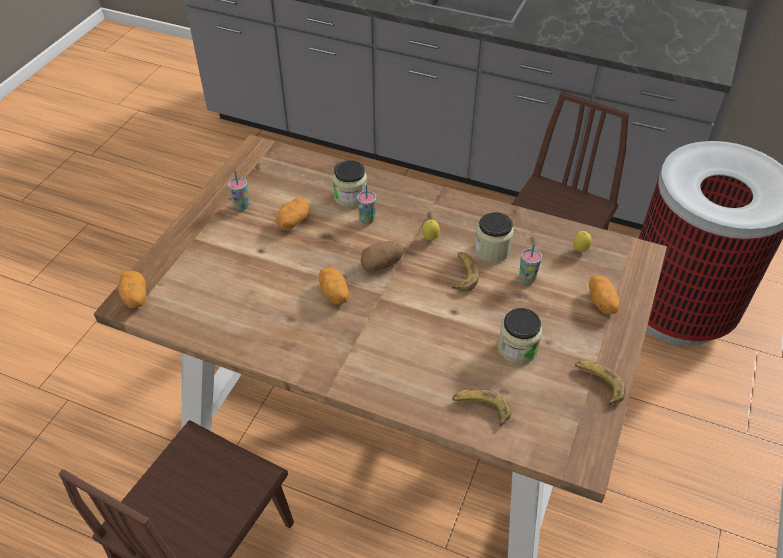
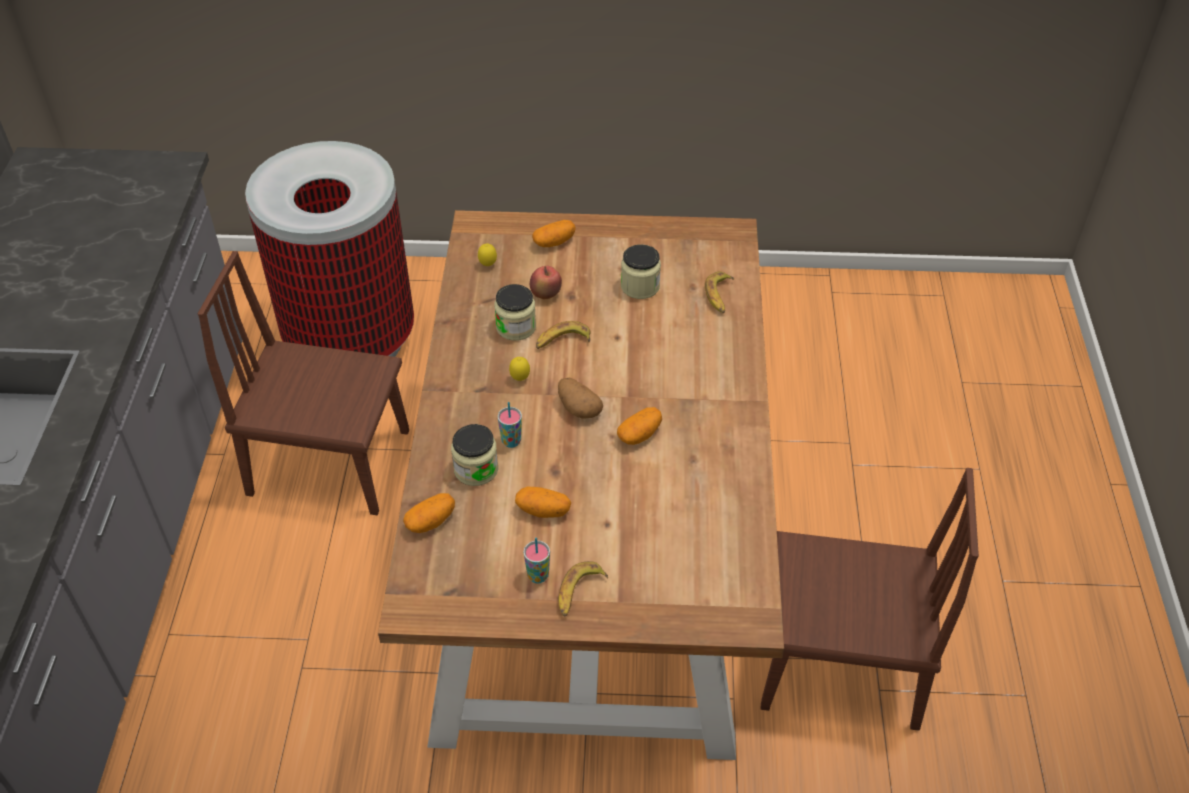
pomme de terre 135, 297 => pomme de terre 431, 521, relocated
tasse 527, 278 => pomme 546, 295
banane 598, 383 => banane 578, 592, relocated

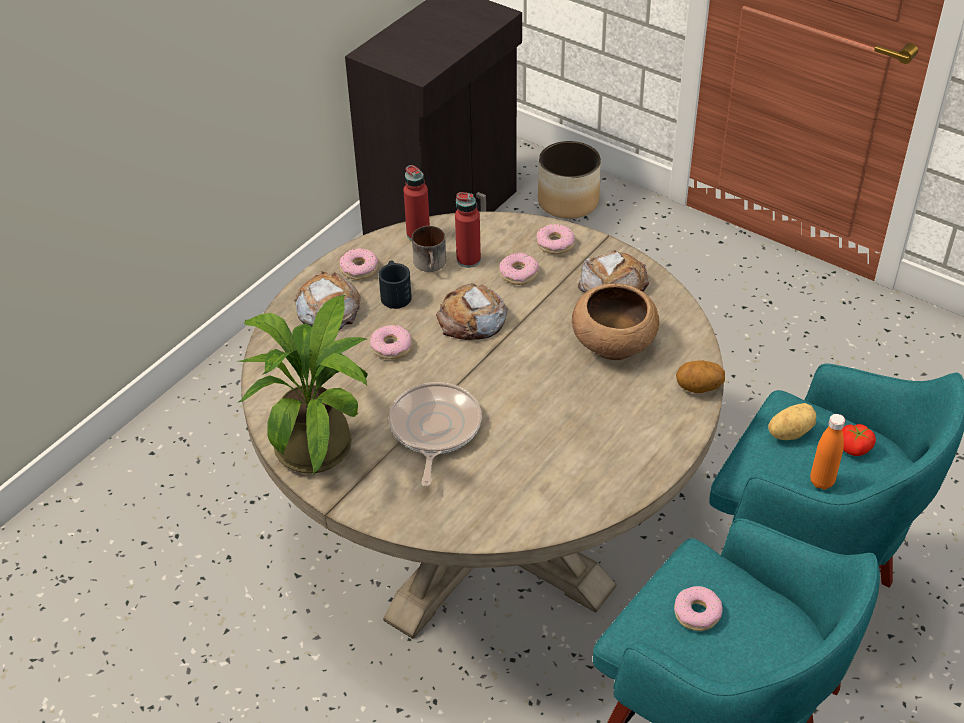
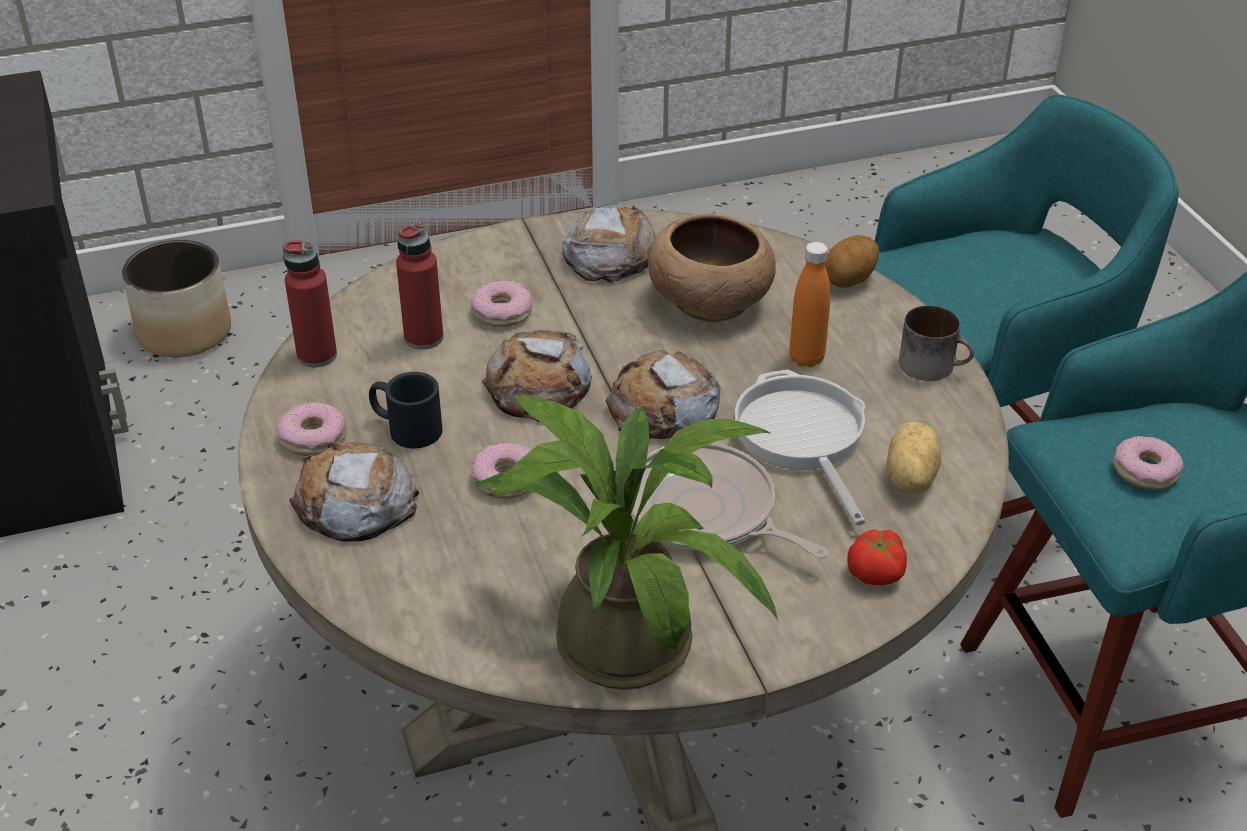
nothing => pain 664, 407
nothing => poêle 801, 437
bouteille/orange 821, 481 => bouteille/orange 806, 358, relocated
tomate 854, 448 => tomate 876, 572, relocated
pomme de terre 789, 432 => pomme de terre 908, 478, relocated
mug 431, 264 => mug 934, 365, relocated
beignet 555, 244 => nothing

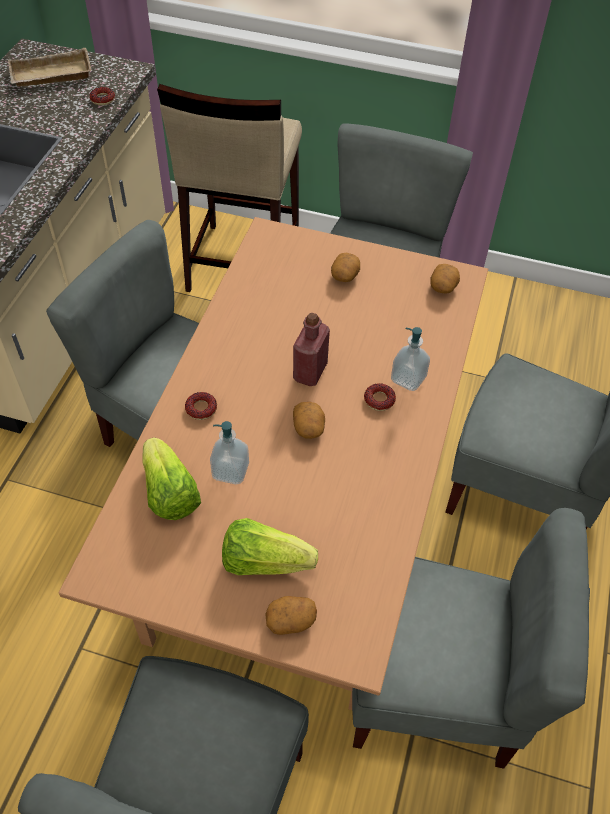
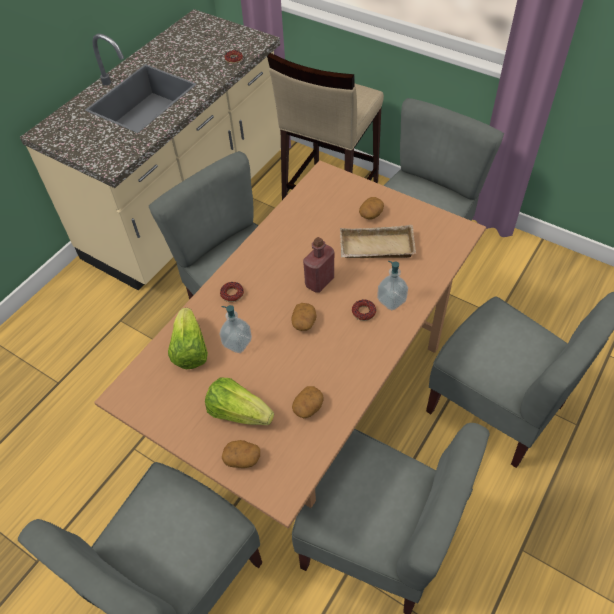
pomme de terre 443, 286 => pomme de terre 308, 407, relocated
plateau/beige 50, 76 => plateau/beige 375, 249, relocated

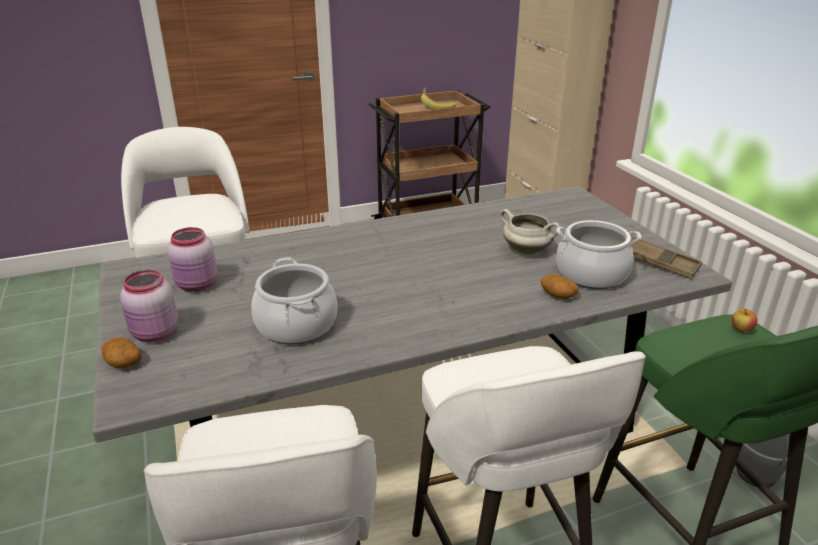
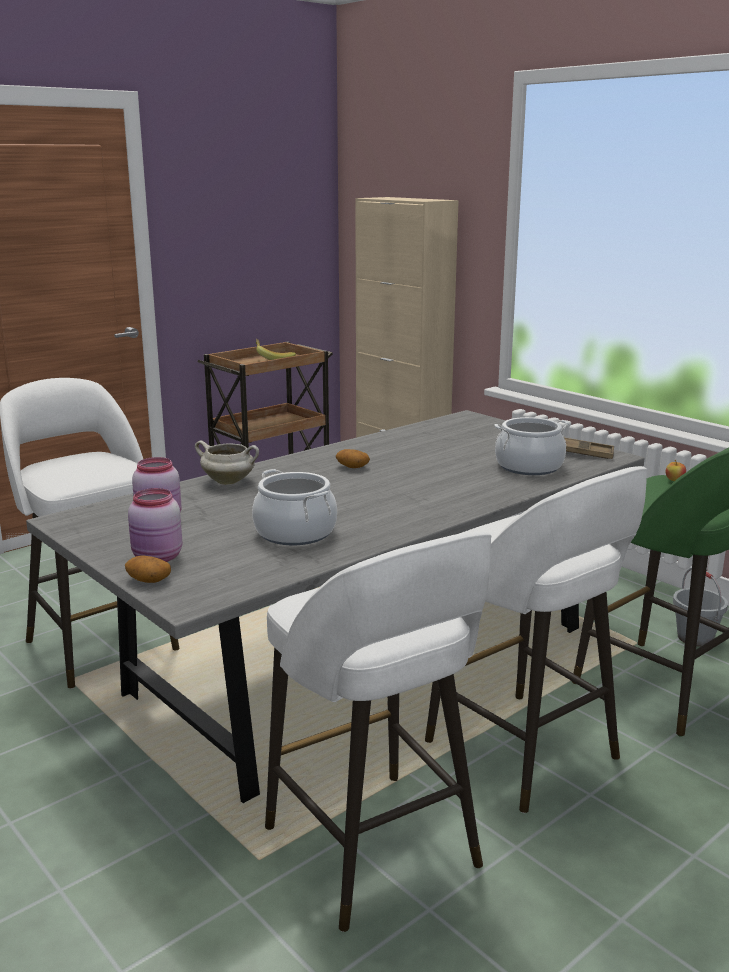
marmite/blanc 527, 250 => marmite/blanc 229, 481, relocated
pomme de terre 557, 295 => pomme de terre 352, 467, relocated

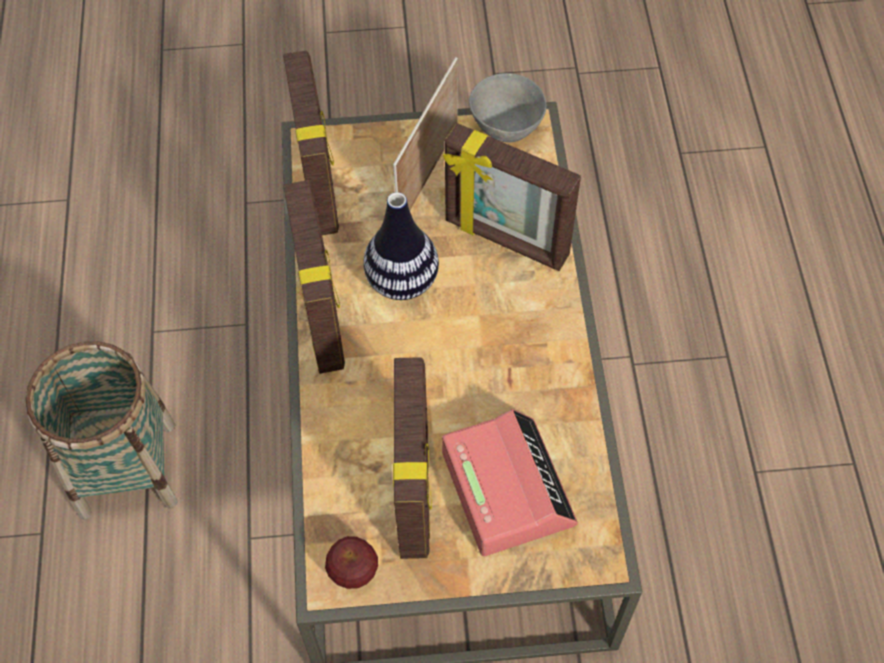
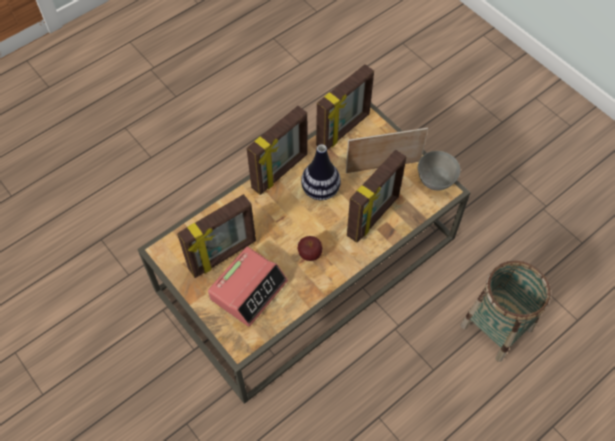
pomme 353, 571 => pomme 309, 254, relocated
cadre photo 505, 240 => cadre photo 374, 217, 135 degrees counterclockwise
panier 128, 469 => panier 496, 327, relocated

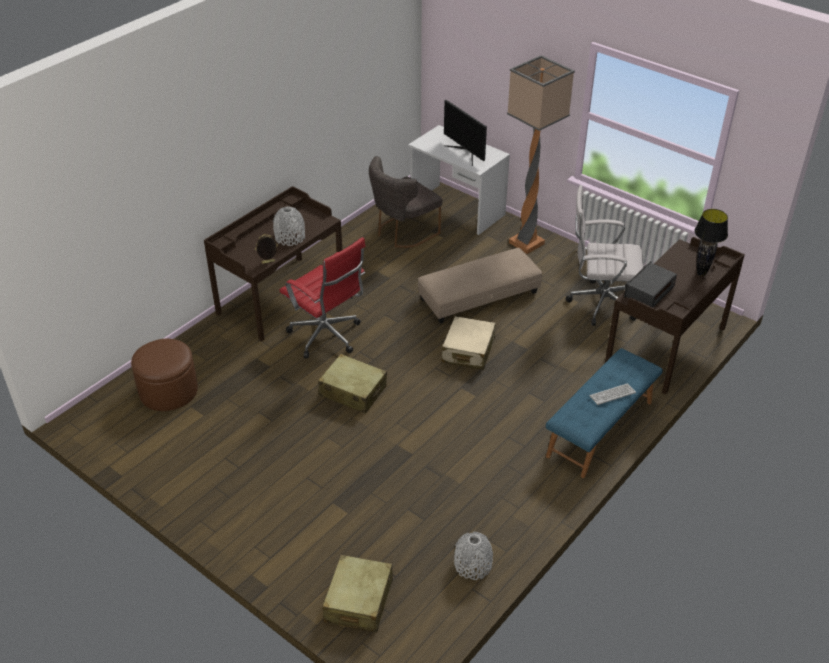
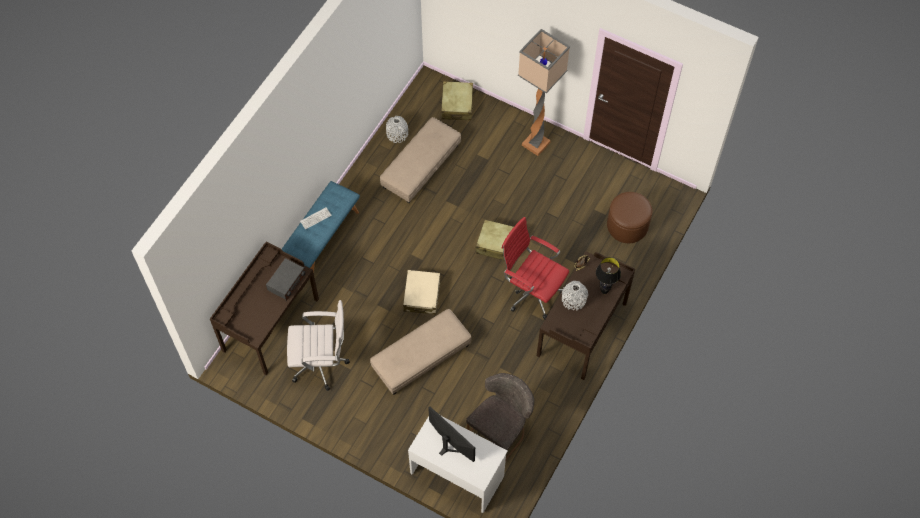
nothing => pouf/beige 421, 166
lampadaire 526, 244 => lampadaire 535, 143, relocated
lampe de table/noir 701, 273 => lampe de table/noir 604, 291, relocated

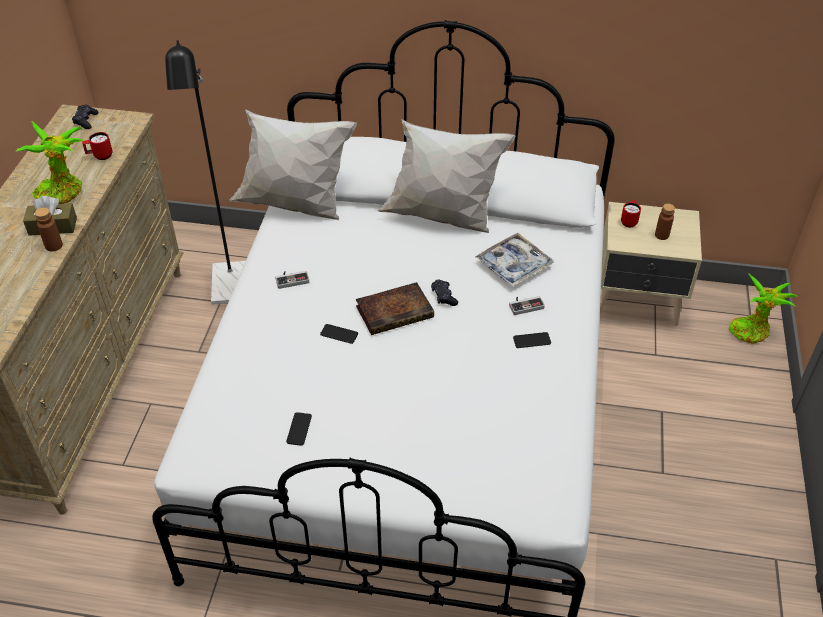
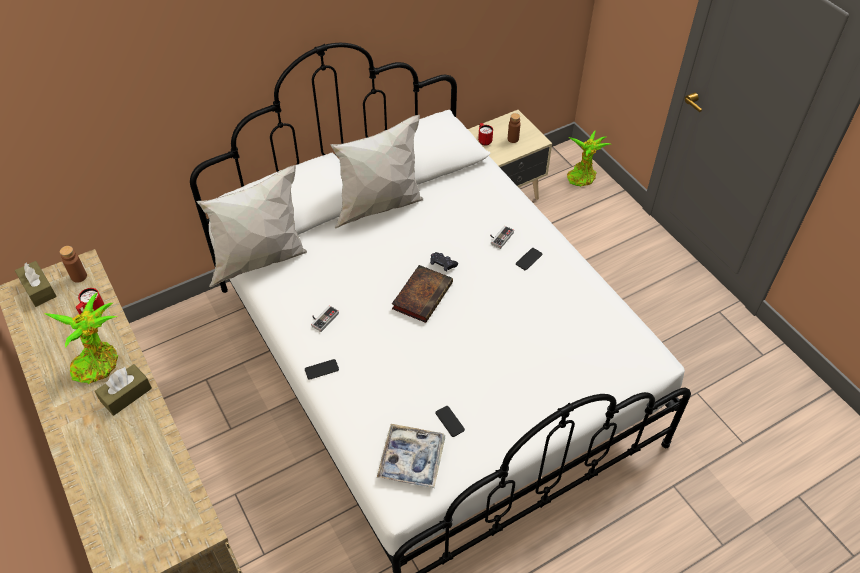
manette/noir 86, 121 => boîte à mouchoirs/marron 38, 289
bouteille/marron 54, 245 => bouteille/marron 79, 276, relocated
téléphone 339, 334 => téléphone 321, 369, relocated
plateau 514, 265 => plateau 412, 459, relocated
lampadaire/noir 230, 292 => nothing

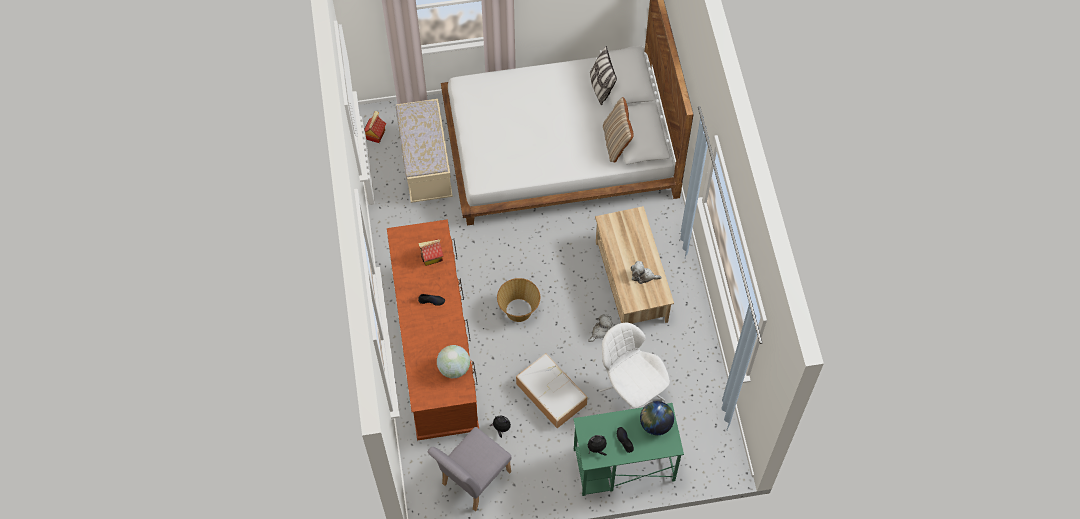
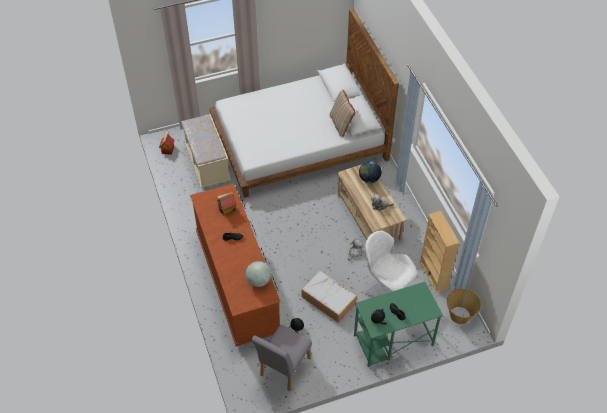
globe 655, 424 => globe 369, 179, relocated
nothing => bibliothèque/beige 433, 275
panier 519, 310 => panier 460, 315, relocated
coussin 601, 87 => nothing

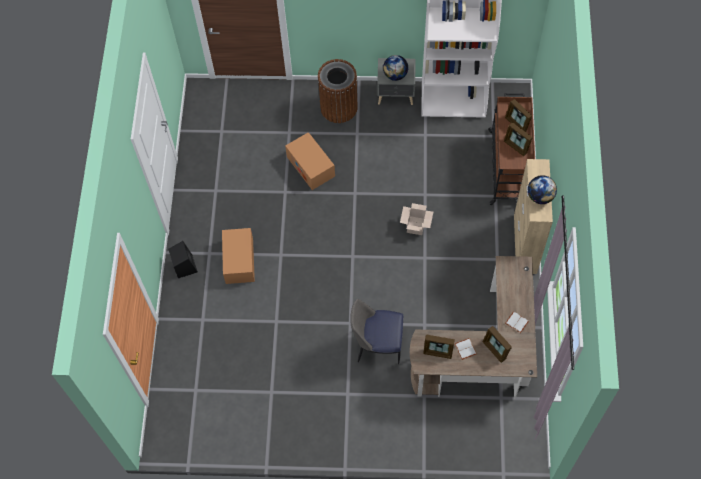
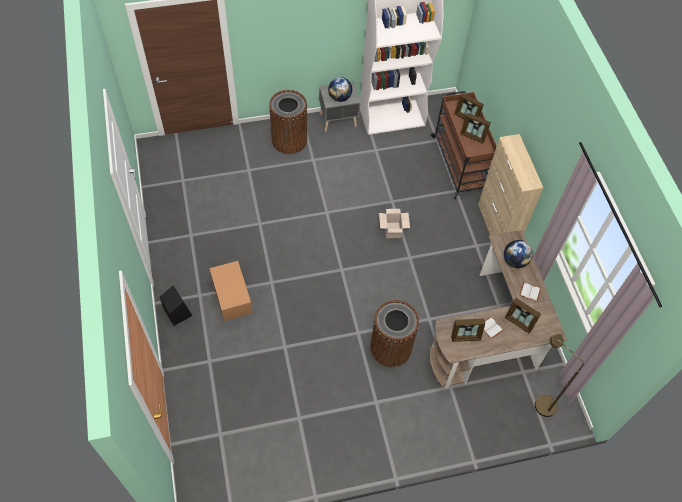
chaise 377, 344 => poubelle/marron 390, 347
globe 540, 197 => globe 515, 261, relocated
nothing => lampadaire/marron 540, 402
carton 310, 166 => nothing

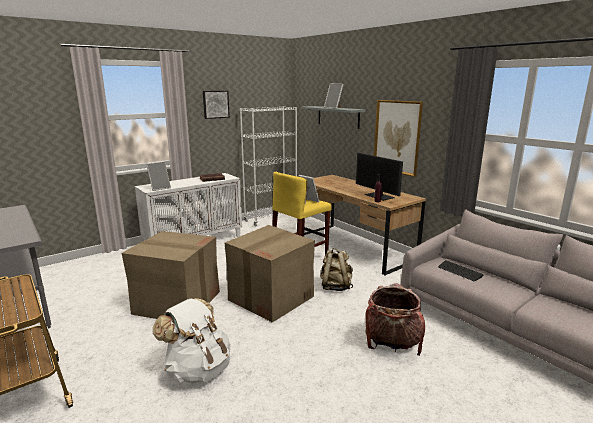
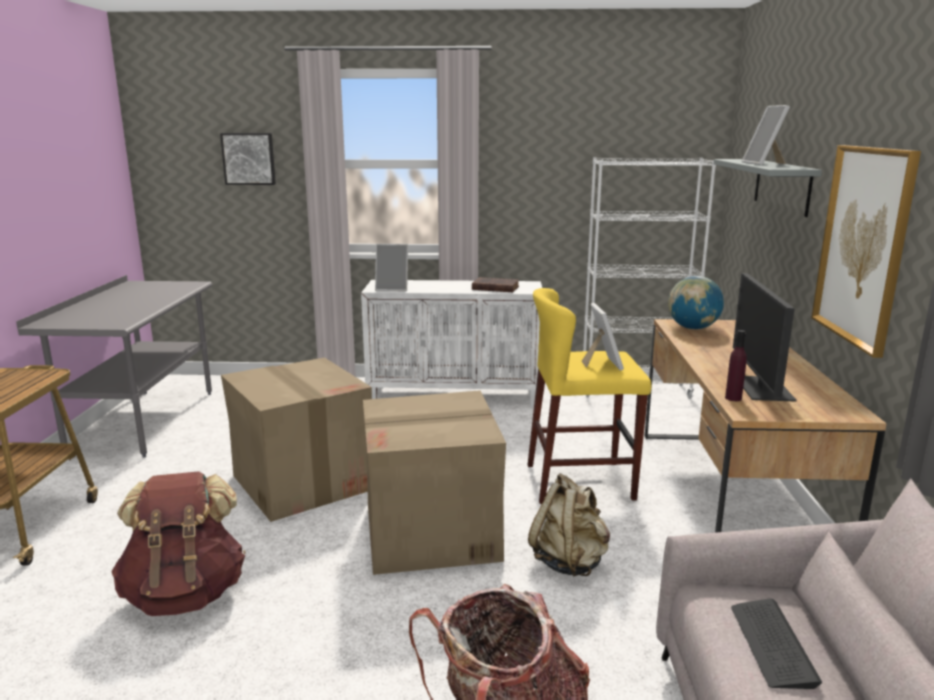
sac à dos/blanc 198, 369 => sac à dos/marron 185, 594
tableau 215, 104 => tableau 249, 158, relocated
nothing => globe 693, 328

